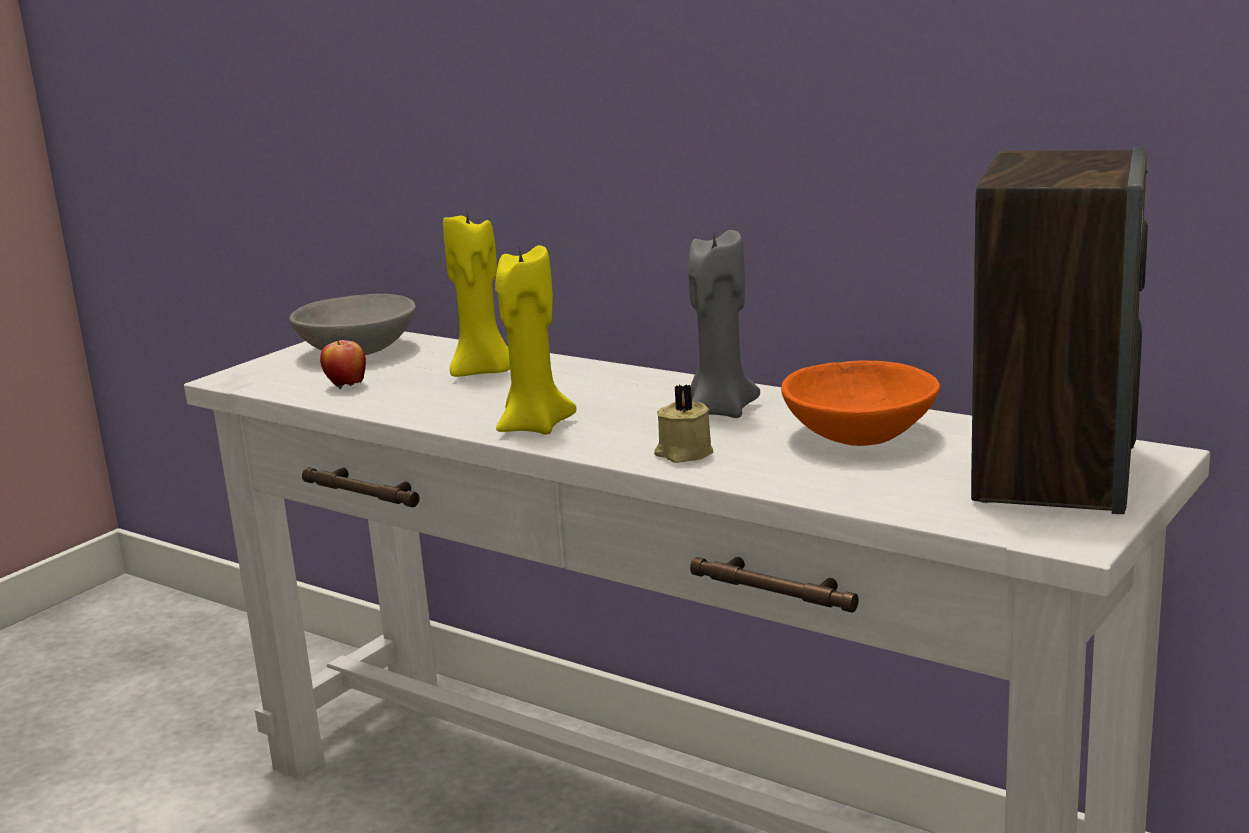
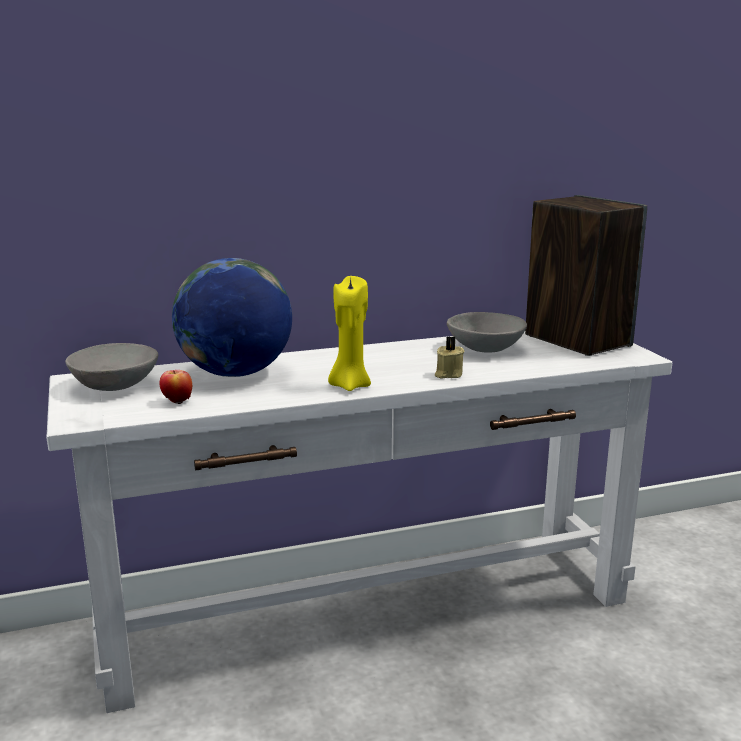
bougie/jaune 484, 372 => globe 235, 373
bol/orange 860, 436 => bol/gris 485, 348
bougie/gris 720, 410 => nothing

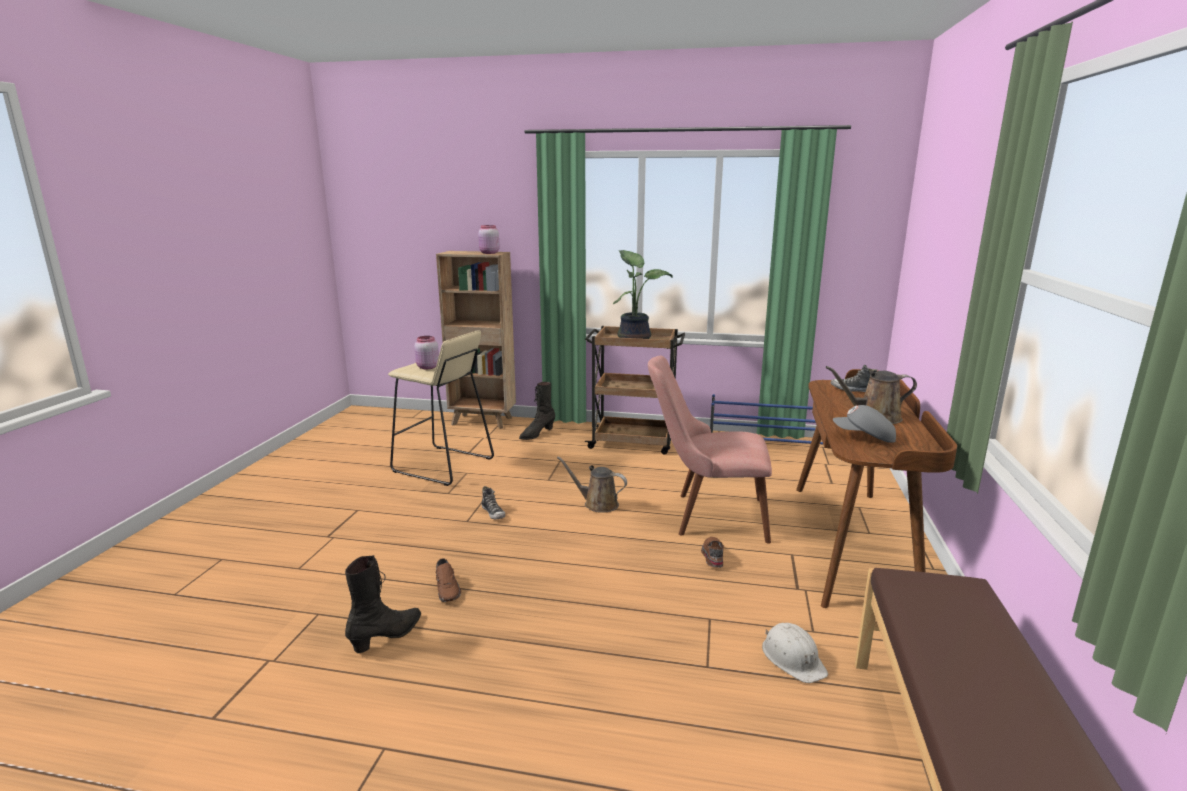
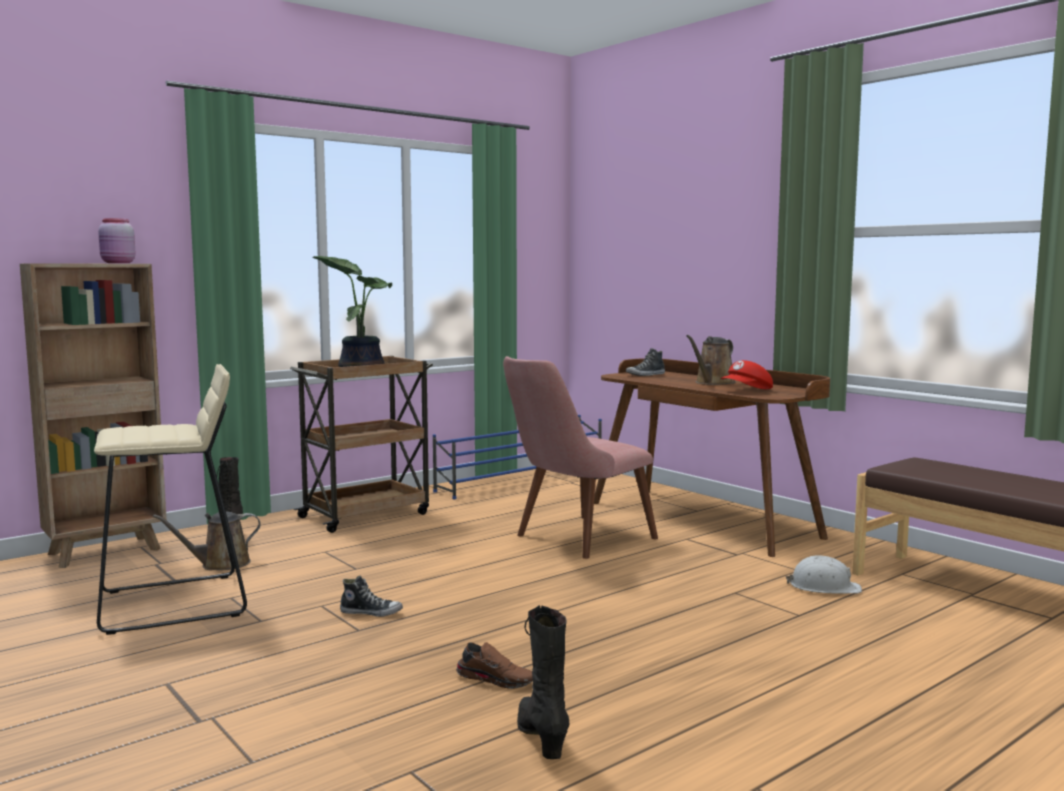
arrosoir/marron 597, 504 => arrosoir/marron 220, 564, relocated
casquette/gris 864, 437 => casquette/rouge 747, 390
bocal/rose 427, 367 => nothing
chaussure/marron 712, 556 => nothing

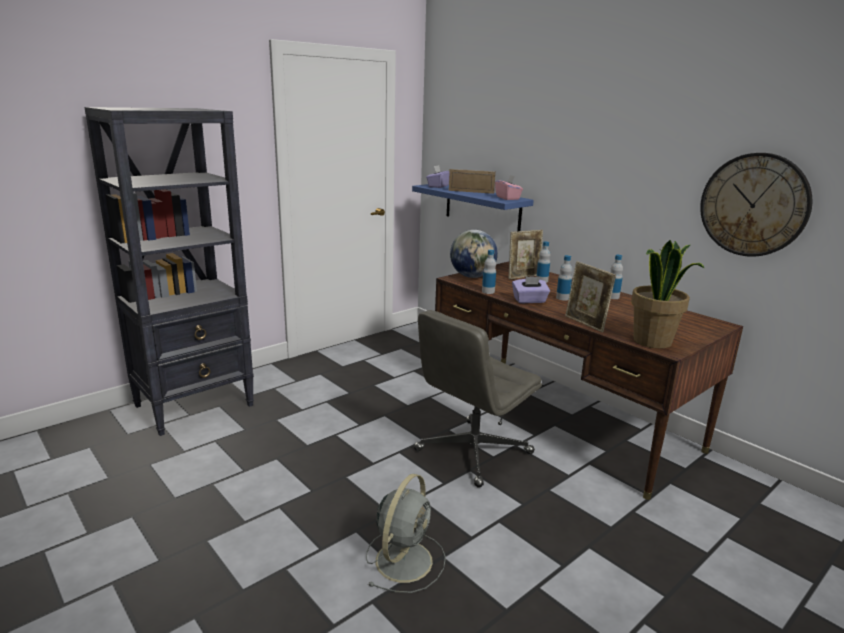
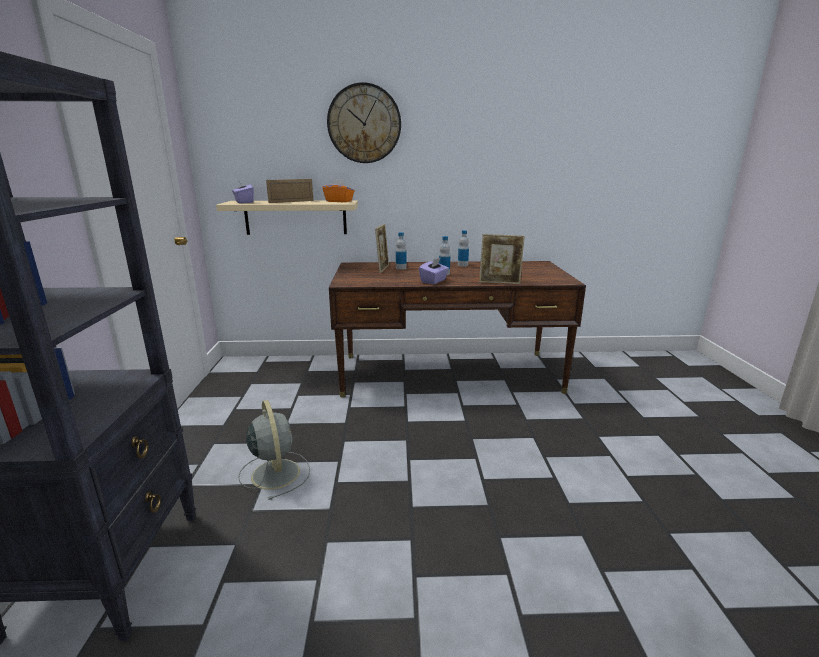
étagère/bleu 482, 207 => étagère/beige 295, 217
ventilateur/gris 405, 559 => ventilateur/gris 275, 472, relocated
boîte à mouchoirs/rose 508, 198 => boîte à mouchoirs/orange 339, 201
horloge murale 754, 205 => horloge murale 364, 124, relocated
chaise de bureau/gris 473, 452 => nothing
globe 472, 276 => nothing
bouteille 488, 291 => nothing
plante en pot 653, 341 => nothing

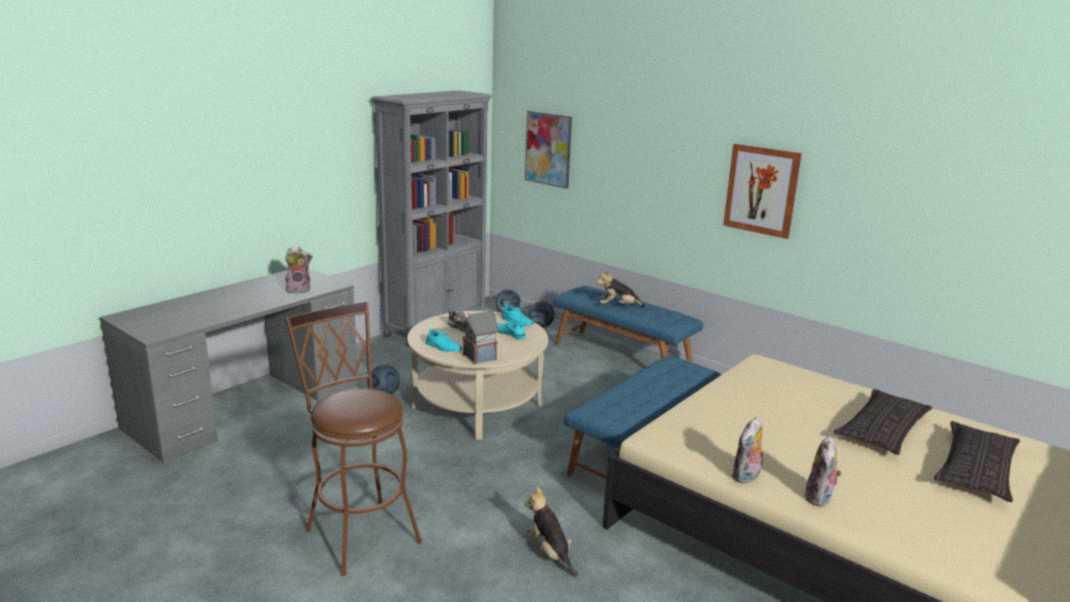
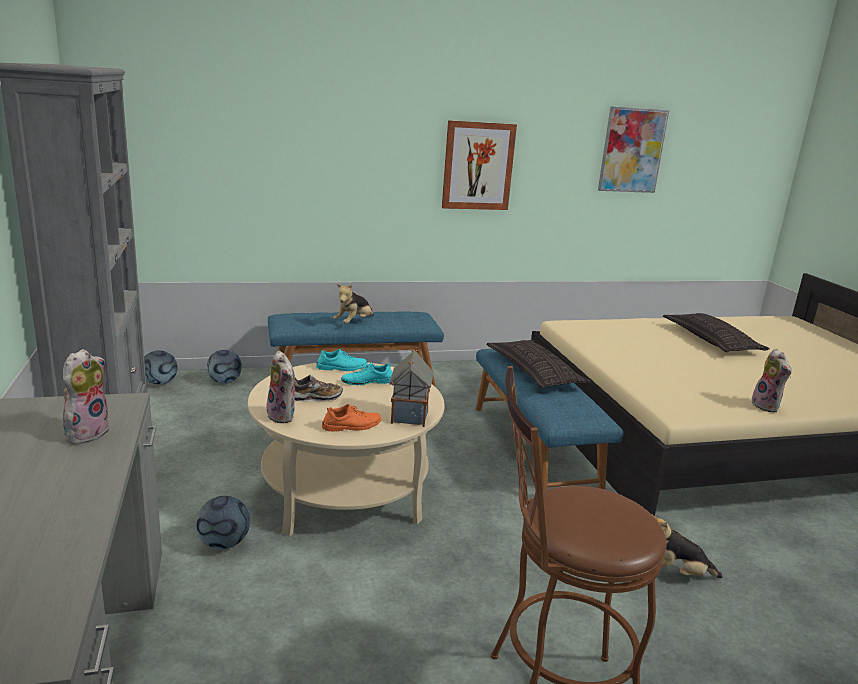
peluche 820, 498 => peluche 283, 416, relocated
chaussure/turquoise 443, 347 => chaussure/orange 352, 426
coussin 976, 469 => coussin 534, 371, relocated
tableau 548, 149 => tableau 632, 150, relocated

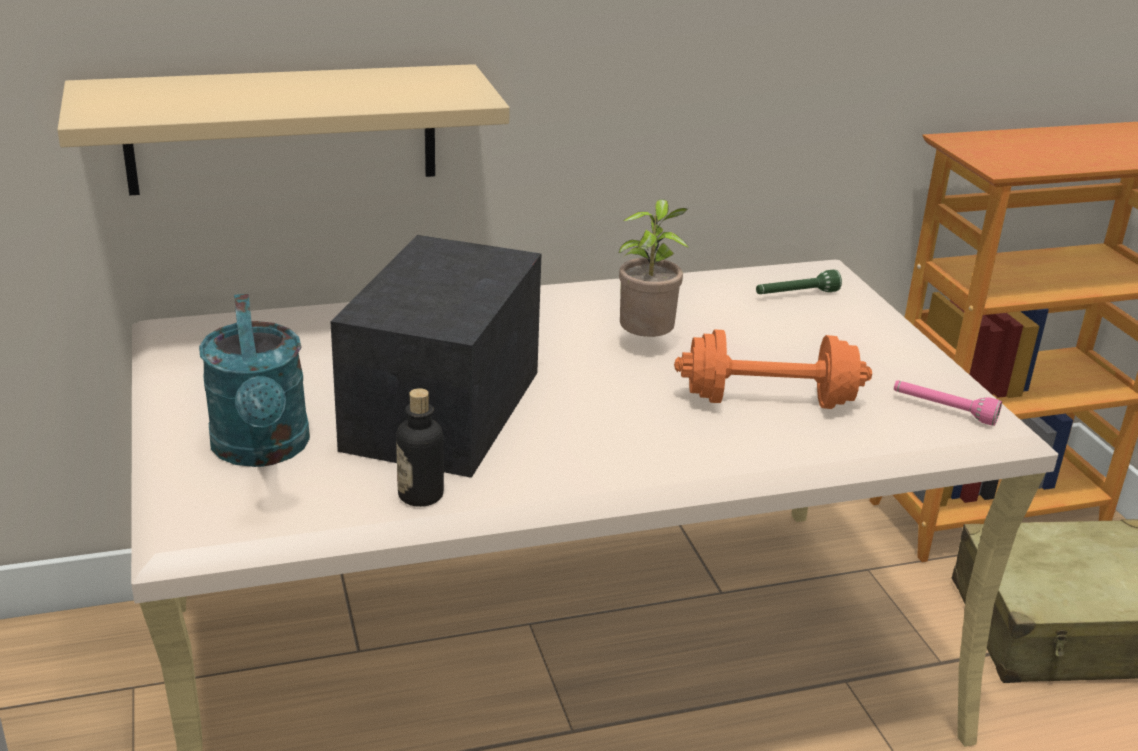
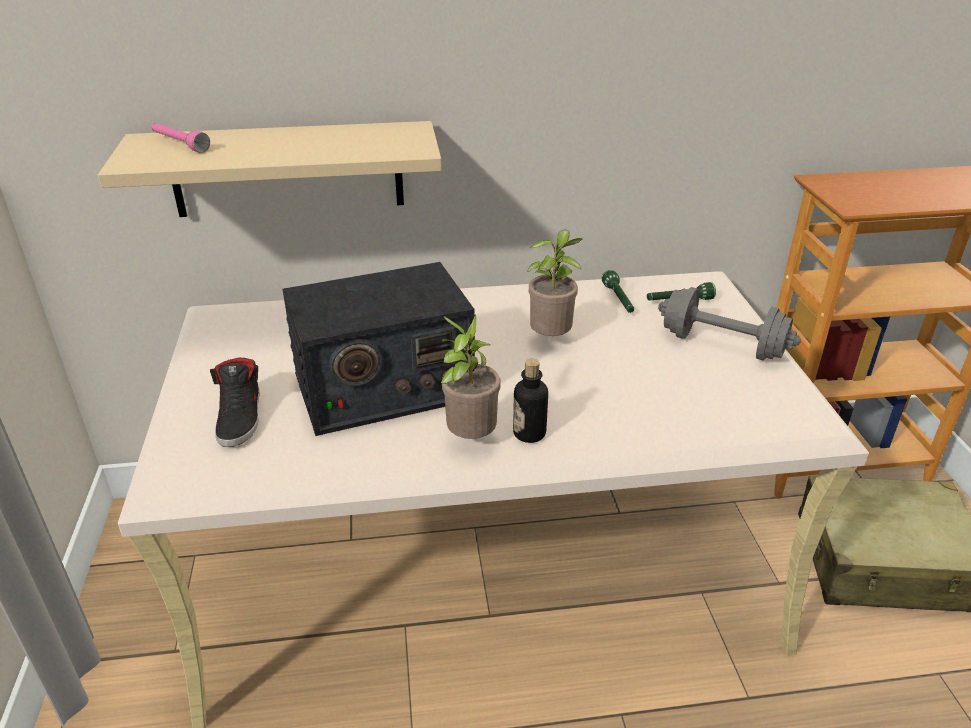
lampe de poche/rose 943, 410 => lampe de poche/rose 179, 144, relocated
arrosoir/turquoise 262, 450 => chaussure/noir 241, 417
radio 443, 409 => radio 383, 388, 135 degrees counterclockwise
nothing => plante en pot 469, 438
bouteille 420, 495 => bouteille 529, 433, relocated
nothing => lampe de poche/vert 619, 300
nothing => haltère/gris 722, 345
haltère/orange 768, 400 => nothing

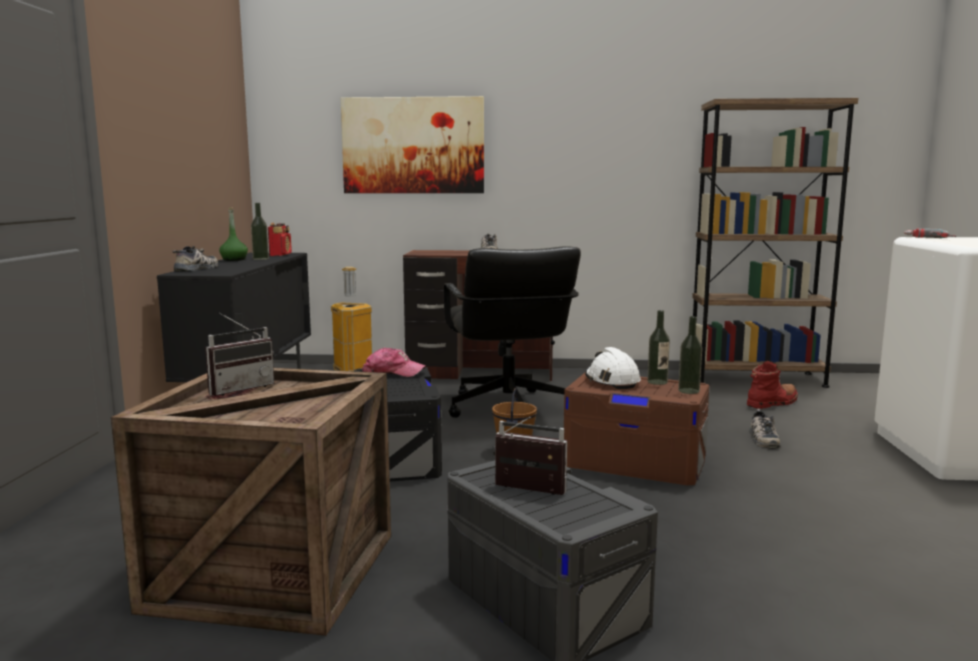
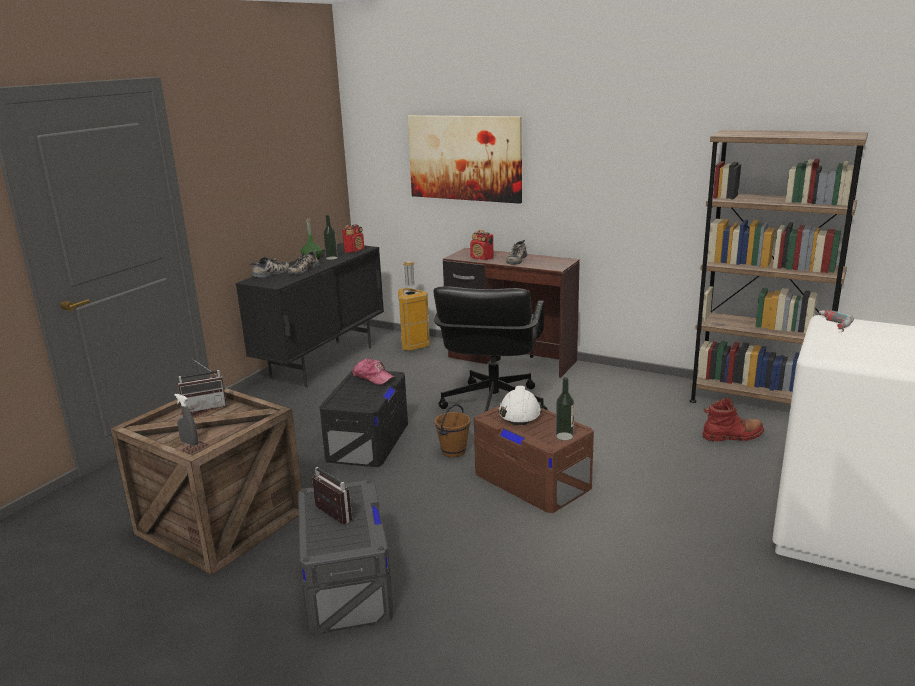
nothing => vaporisateur/gris 189, 443
chaussure 762, 438 => chaussure 303, 269, relocated
nothing => radio 482, 258
bouteille 657, 382 => nothing

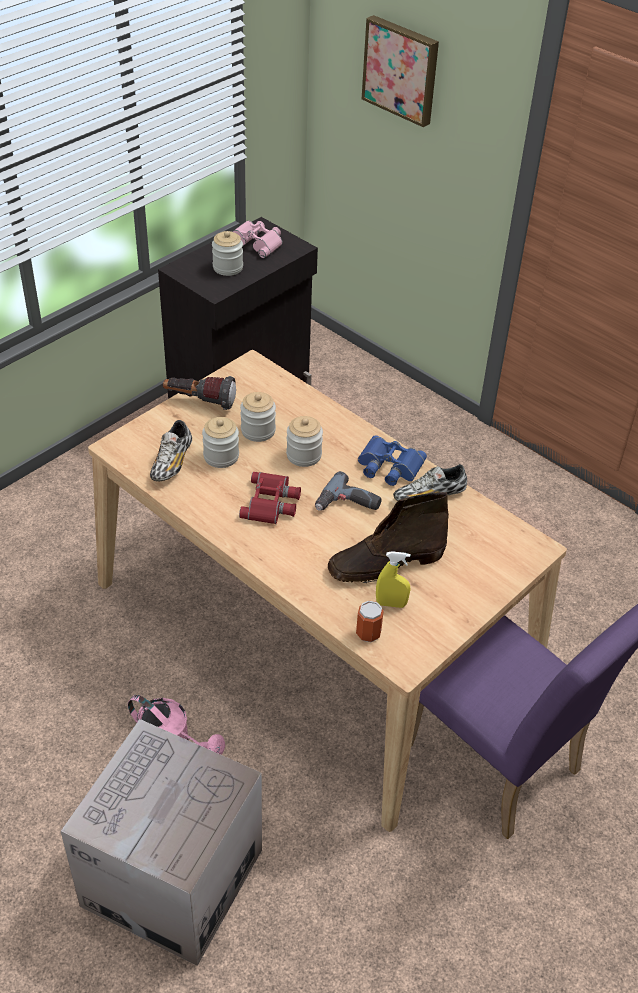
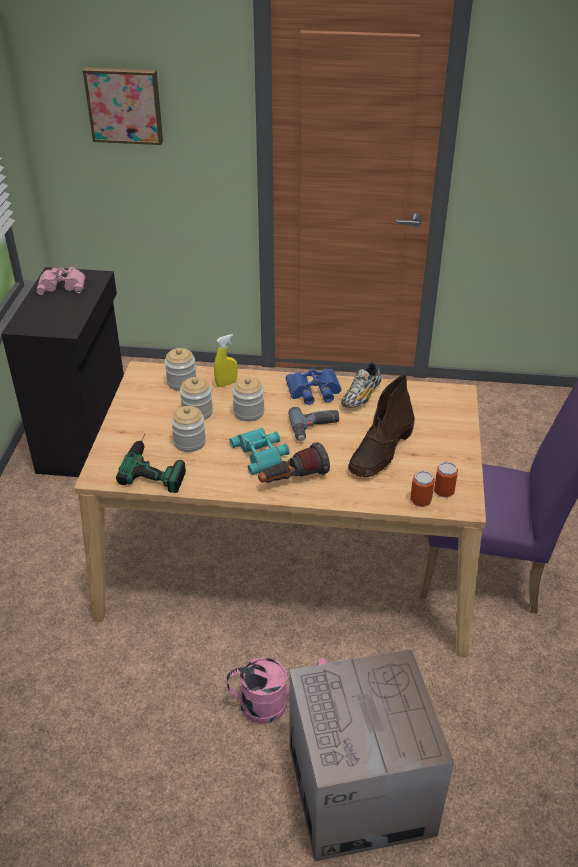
chaussure 172, 463 => perceuse 157, 465
bocal 228, 267 => bocal 181, 382, relocated
vaporisateur/jaune 391, 604 => vaporisateur/jaune 226, 383, relocated
jumelles/rouge 272, 503 => jumelles/turquoise 262, 454
lampe de poche 199, 401 => lampe de poche 292, 479, relocated
nothing => boîte métallique 444, 491

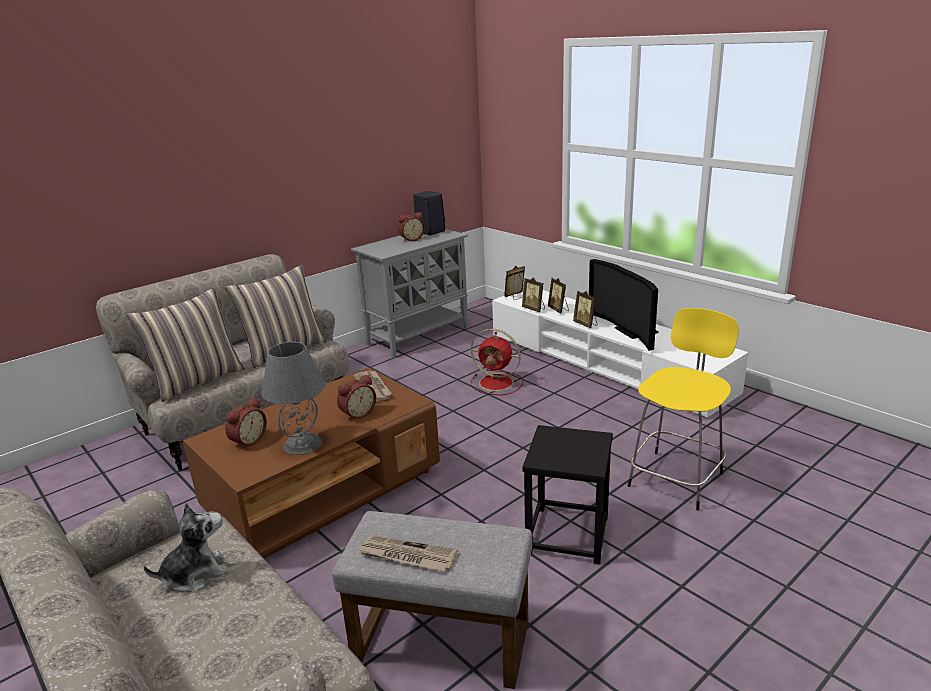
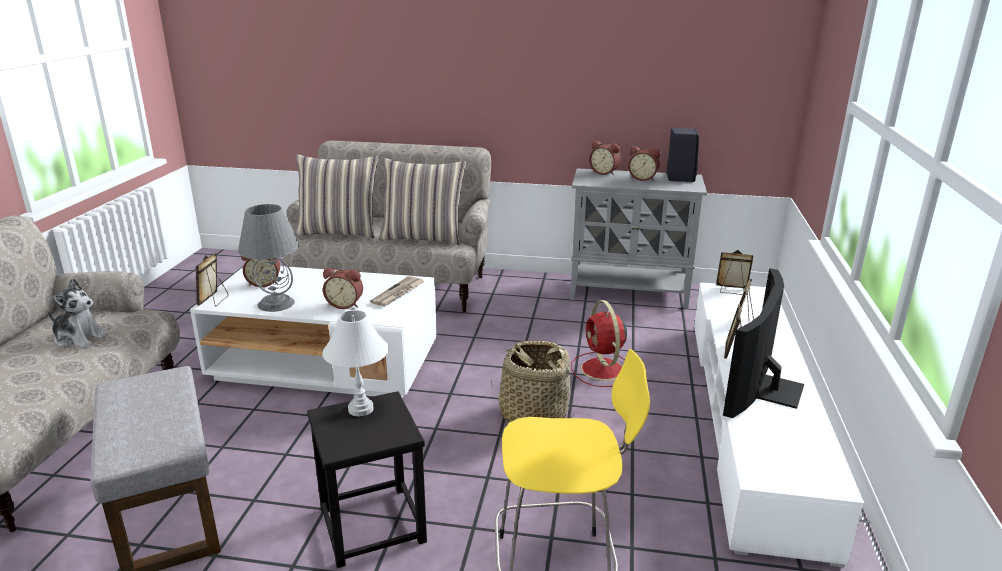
table basse/marron 324, 491 => table basse/blanc 326, 365
cadre photo 534, 309 => cadre photo 214, 300, relocated
nothing => lampe de table/blanc 361, 409
nothing => panier 533, 415
nothing => réveil 604, 172
journal 407, 556 => nothing

